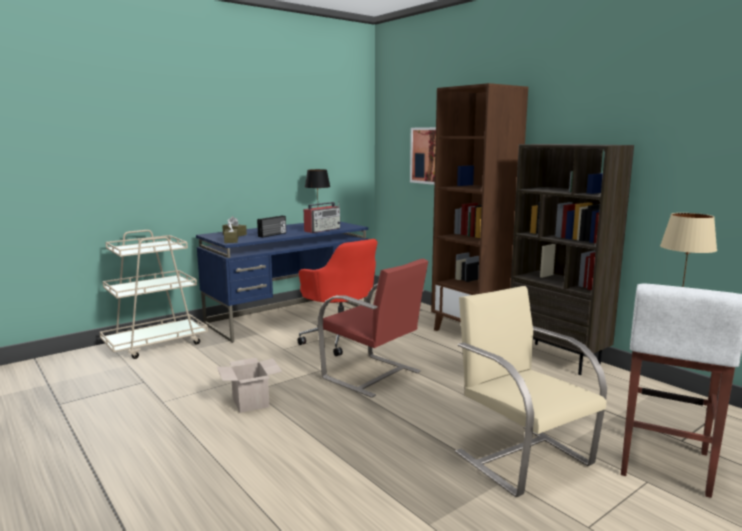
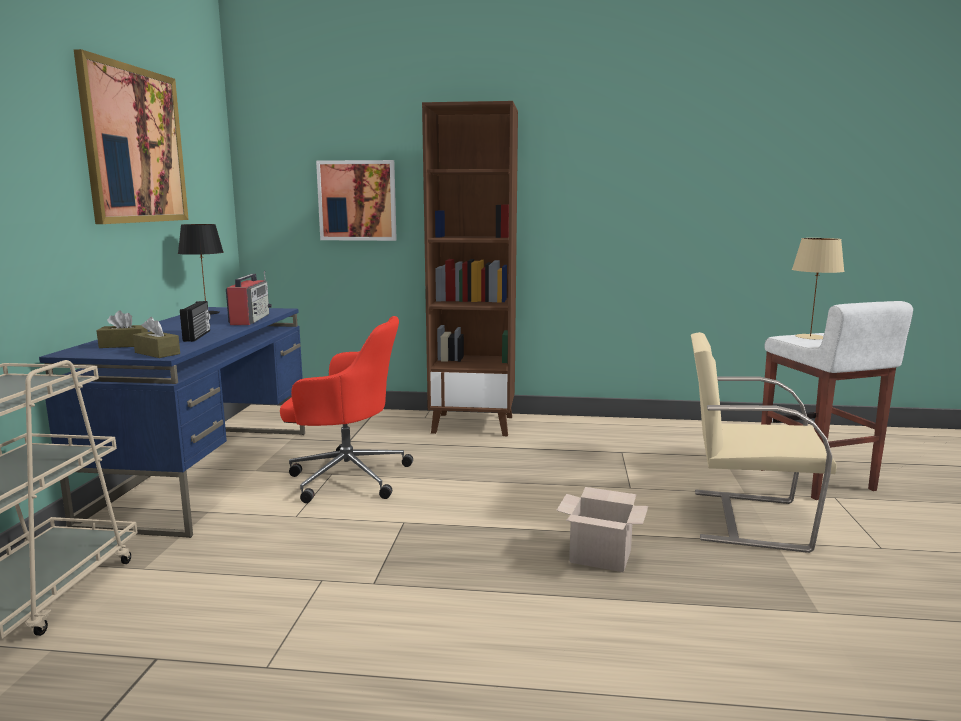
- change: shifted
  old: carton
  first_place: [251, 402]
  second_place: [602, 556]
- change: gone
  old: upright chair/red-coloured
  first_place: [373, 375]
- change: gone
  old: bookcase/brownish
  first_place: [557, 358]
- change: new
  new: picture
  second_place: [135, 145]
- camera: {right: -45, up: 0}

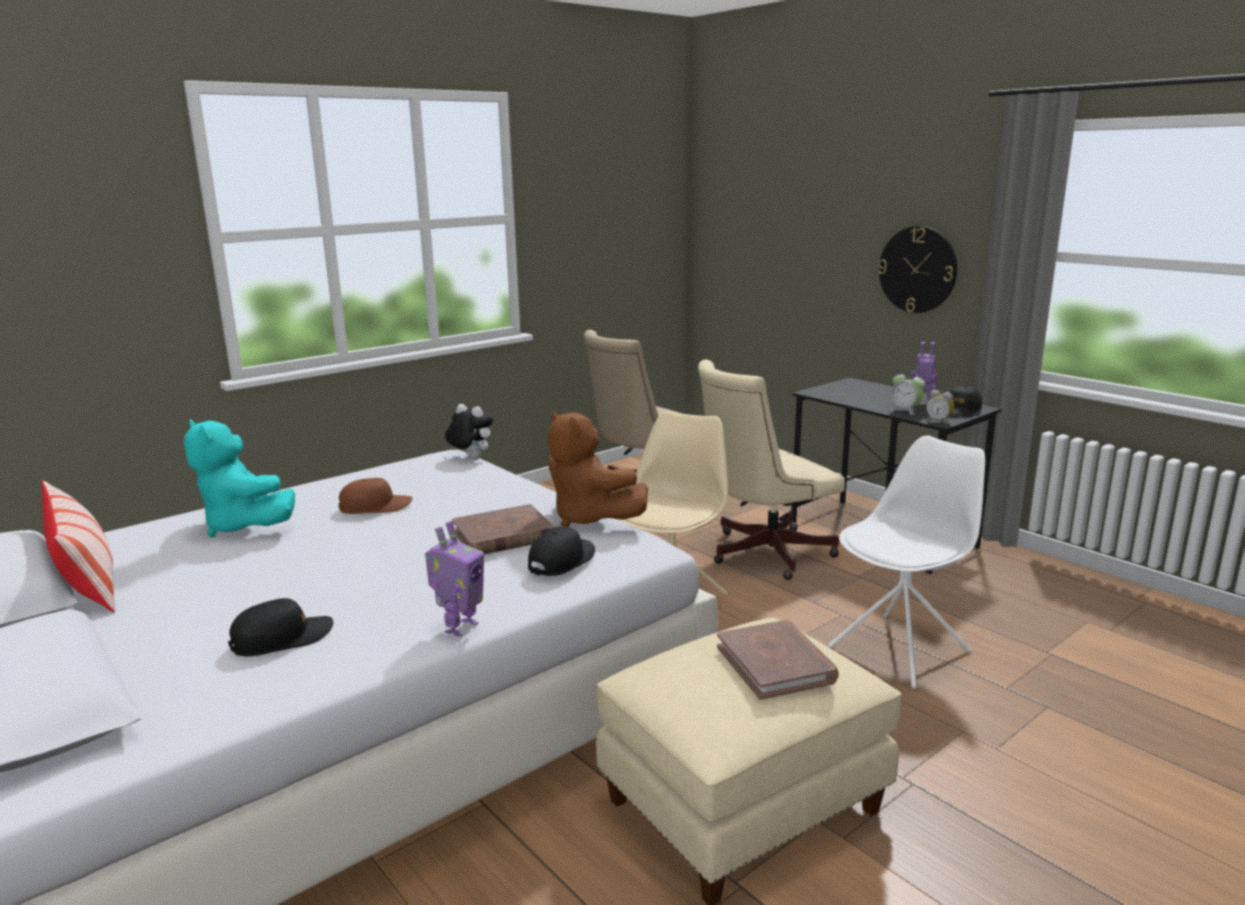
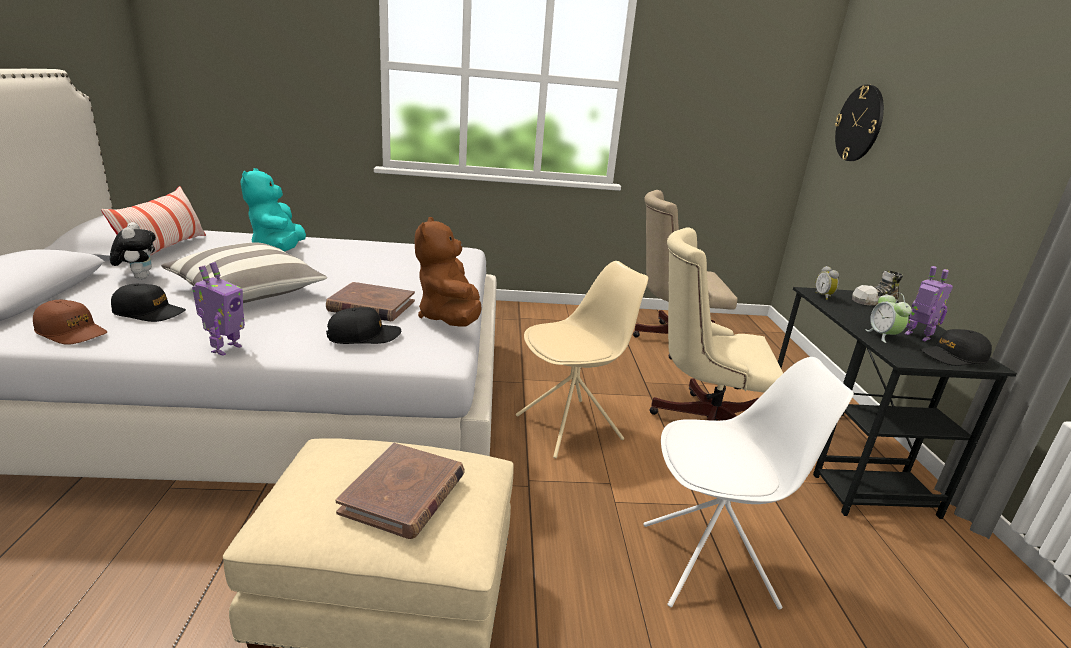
- change: shifted
  old: cap/brownish
  first_place: [375, 506]
  second_place: [72, 332]
- change: rotated
  old: robot figure
  first_place: [459, 627]
  second_place: [225, 348]
  degrees: -45
- change: shifted
  old: soft toy
  first_place: [470, 457]
  second_place: [139, 277]
- change: shifted
  old: clock on the wall
  first_place: [917, 269]
  second_place: [859, 123]
- change: shifted
  old: table clock
  first_place: [939, 421]
  second_place: [824, 296]
- change: new
  new: pillow
  second_place: [247, 292]
- change: new
  new: item of footwear
  second_place: [874, 301]
- camera: {right: 35, up: 5}

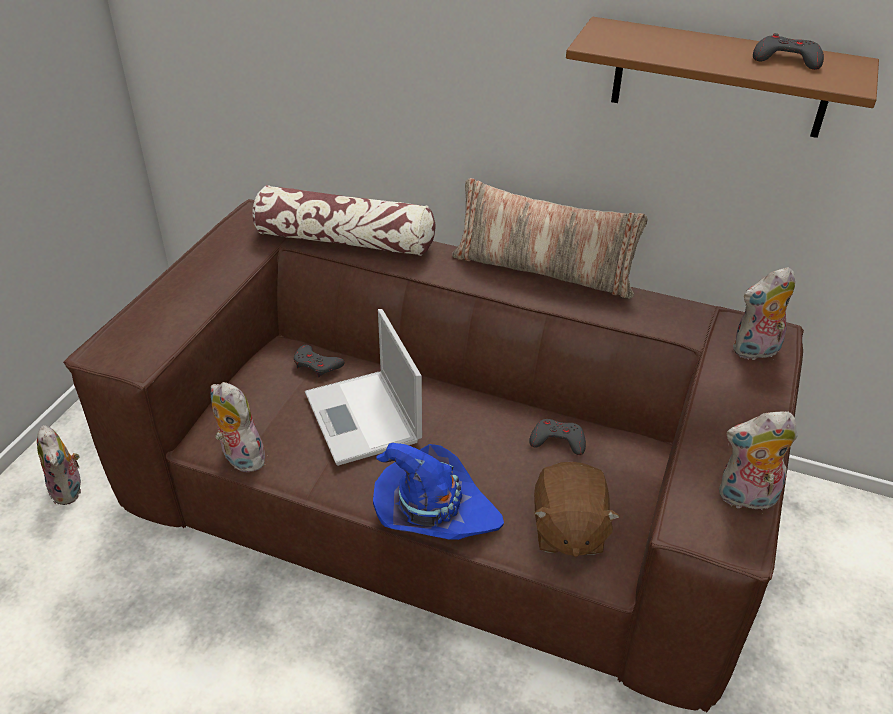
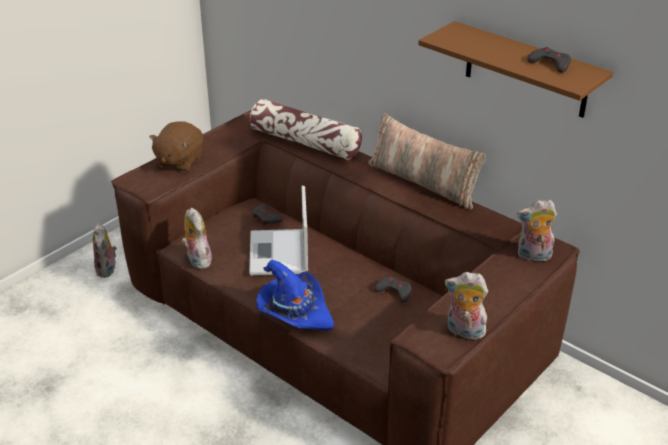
- change: shifted
  old: soft toy/brownish
  first_place: [568, 530]
  second_place: [179, 161]
- camera: {right: 20, up: -5}

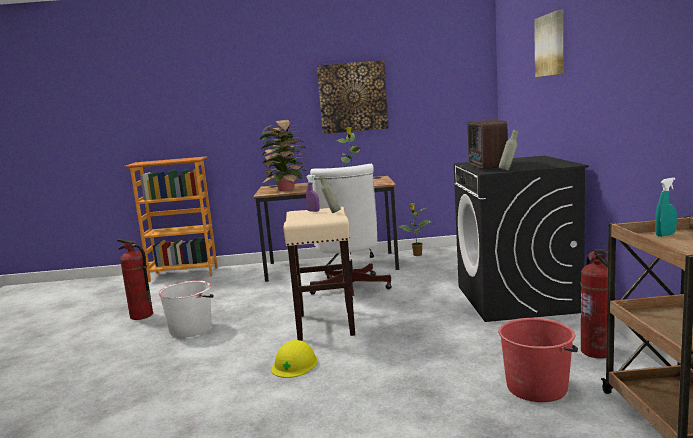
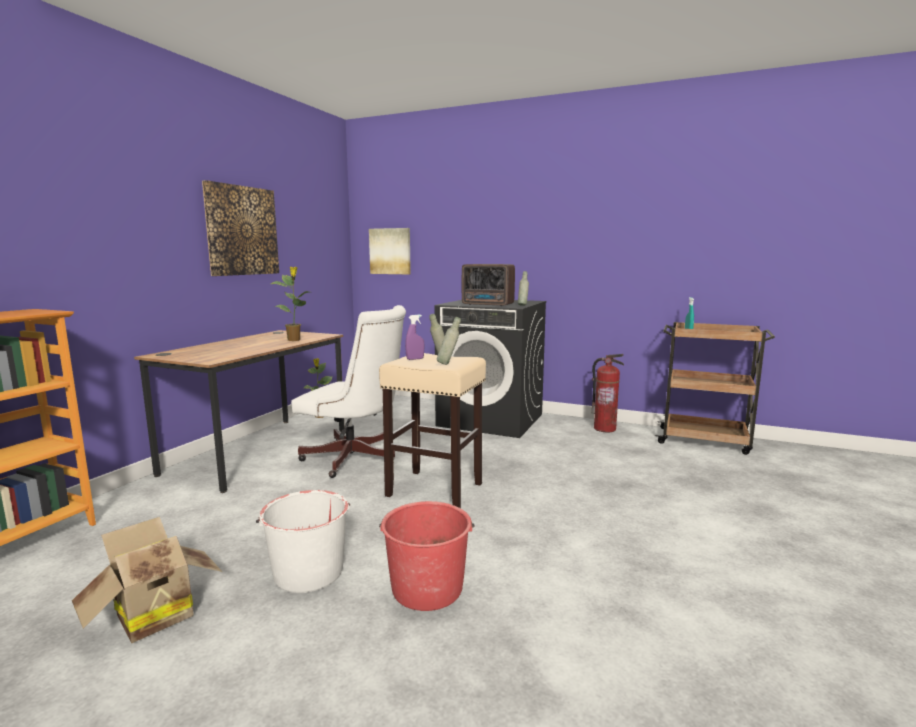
- change: swapped
  old: fire-fighting cylinder
  new: carton
  first_place: [141, 315]
  second_place: [151, 616]
- change: gone
  old: houseplant
  first_place: [287, 189]
- change: gone
  old: hard hat/yellow-coloured
  first_place: [294, 364]
- change: shifted
  old: pail/red-coloured
  first_place: [537, 387]
  second_place: [427, 588]
- change: shifted
  old: picture
  first_place: [550, 45]
  second_place: [390, 251]
- change: new
  new: beverage bottle/gray
  second_place: [448, 364]
- camera: {right: -65, up: 0}

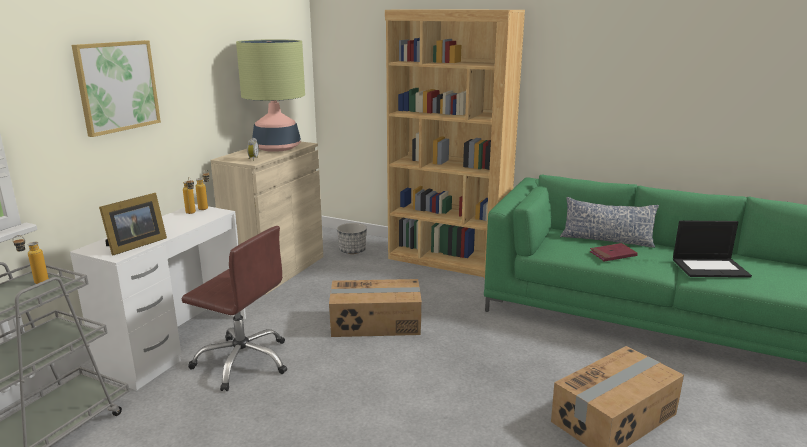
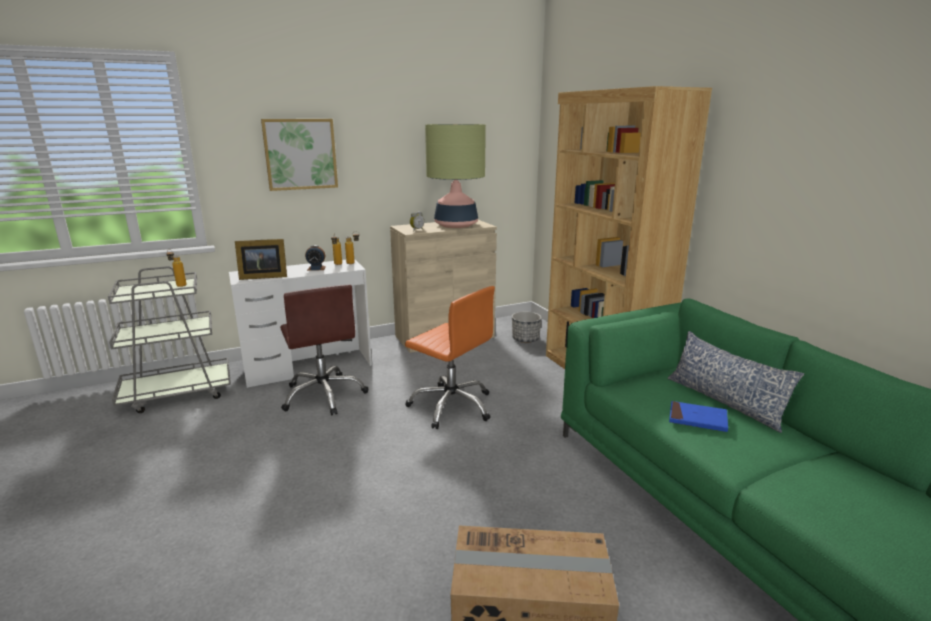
- change: swapped
  old: carton
  new: desk chair/orange
  first_place: [376, 323]
  second_place: [452, 406]
- change: repainted
  old: bound book/red-coloured
  new: bound book/bluish
  first_place: [613, 254]
  second_place: [697, 419]
- change: gone
  old: notebook computer
  first_place: [710, 267]
- change: new
  new: table clock
  second_place: [316, 268]
- camera: {right: 40, up: 0}

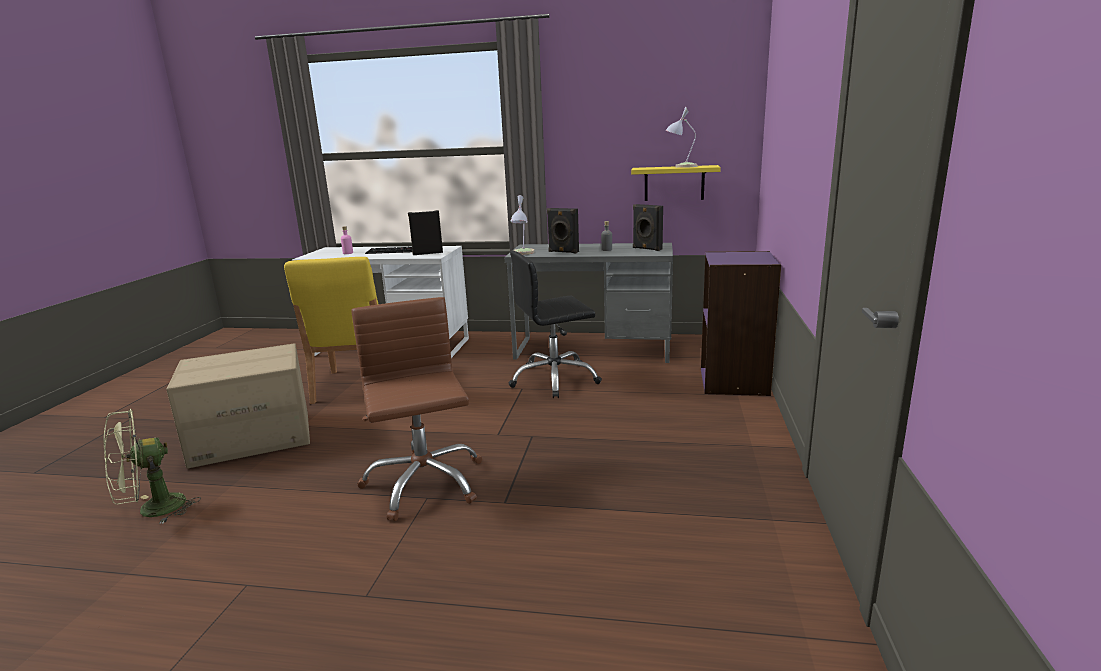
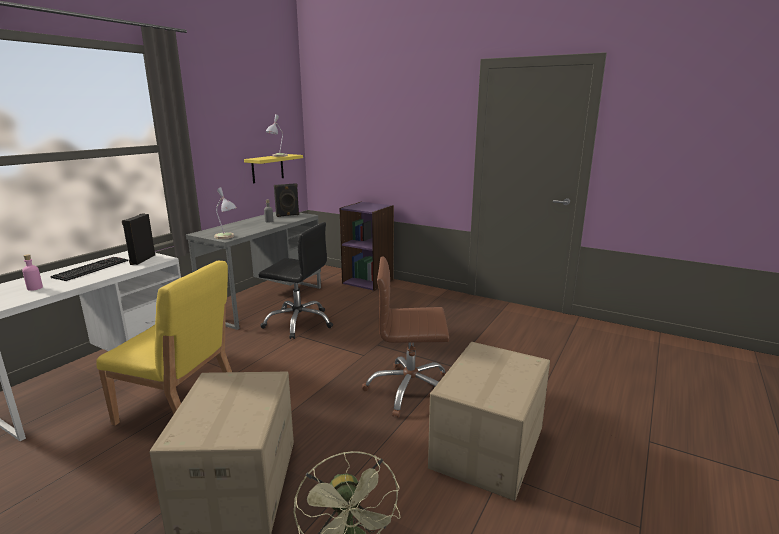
- change: rotated
  old: desk chair/black
  first_place: [554, 379]
  second_place: [299, 322]
  degrees: -75
- change: gone
  old: audio speaker/black
  first_place: [563, 252]
- change: new
  new: carton
  second_place: [488, 448]
- camera: {right: -70, up: 0}

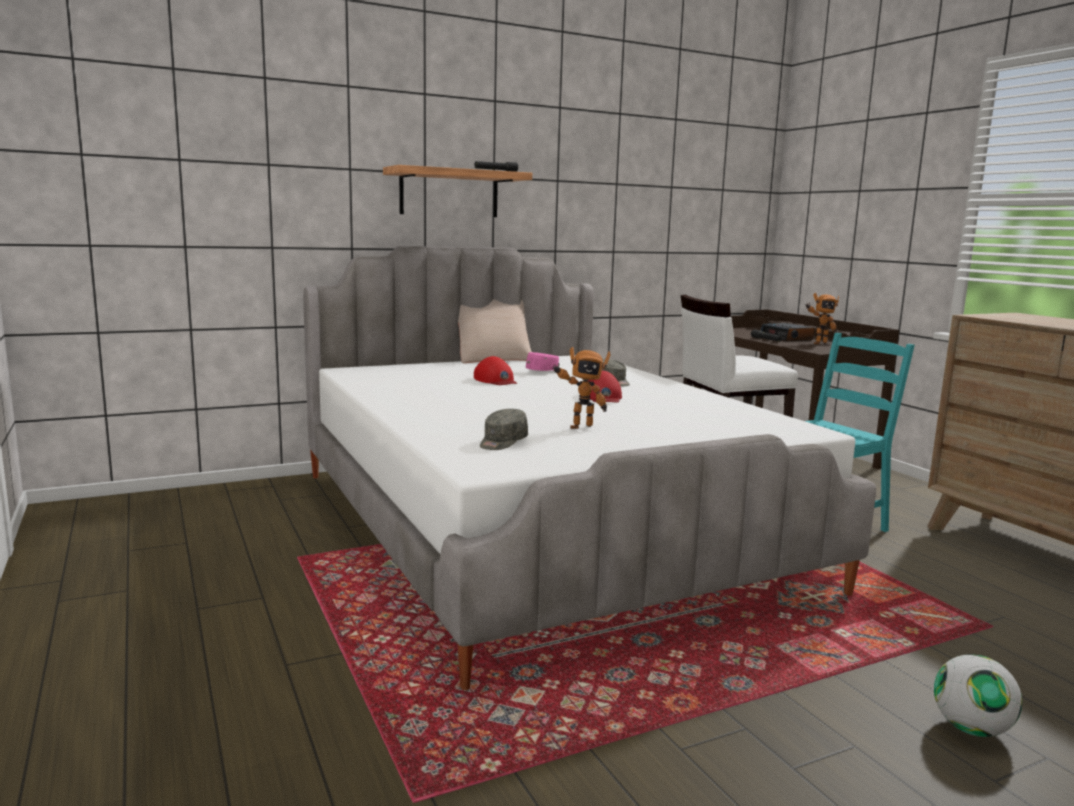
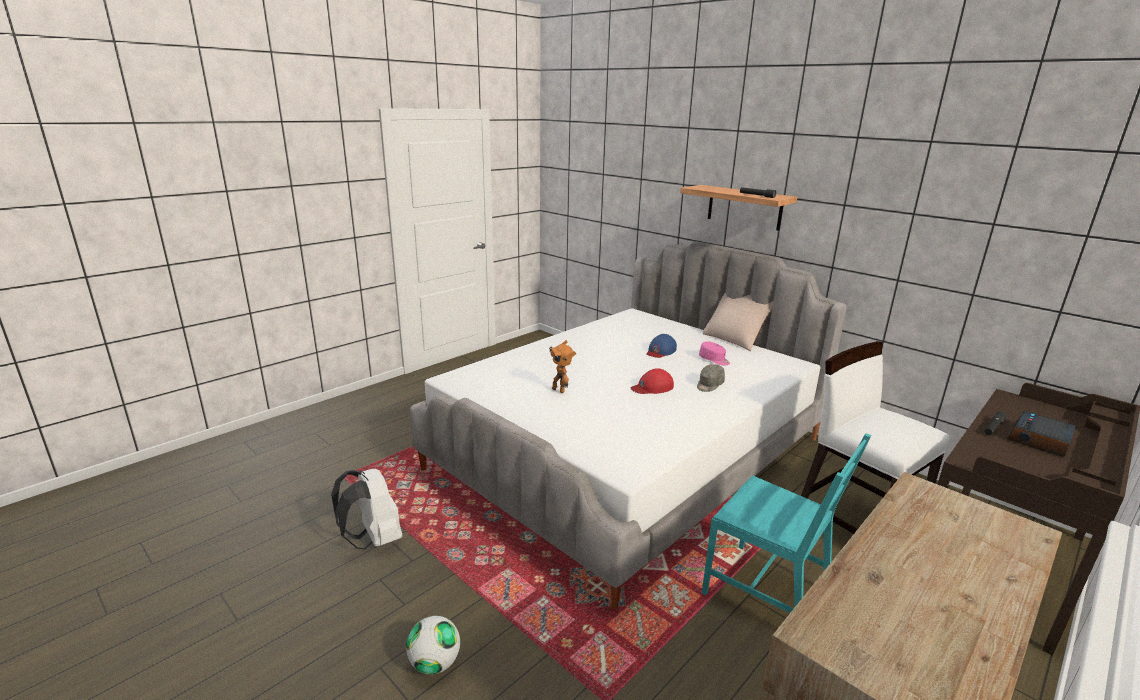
- change: repainted
  old: cap/red-coloured
  new: cap/bluish
  first_place: [496, 380]
  second_place: [660, 351]
- change: gone
  old: cap/gray
  first_place: [502, 442]
- change: gone
  old: robot figure
  first_place: [818, 343]
- change: new
  new: rucksack/white
  second_place: [374, 539]
- camera: {right: 70, up: 10}

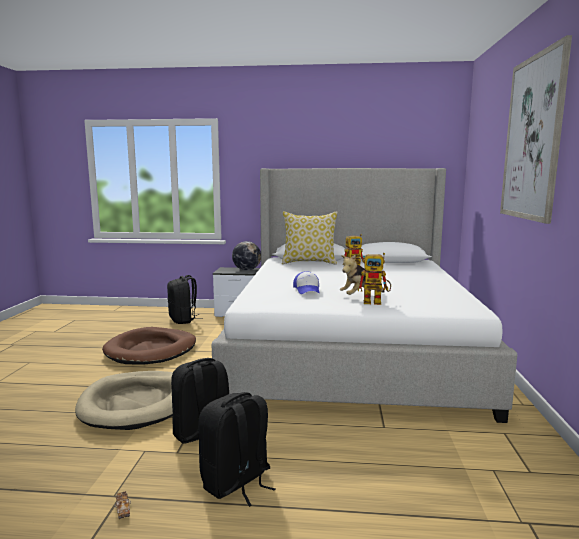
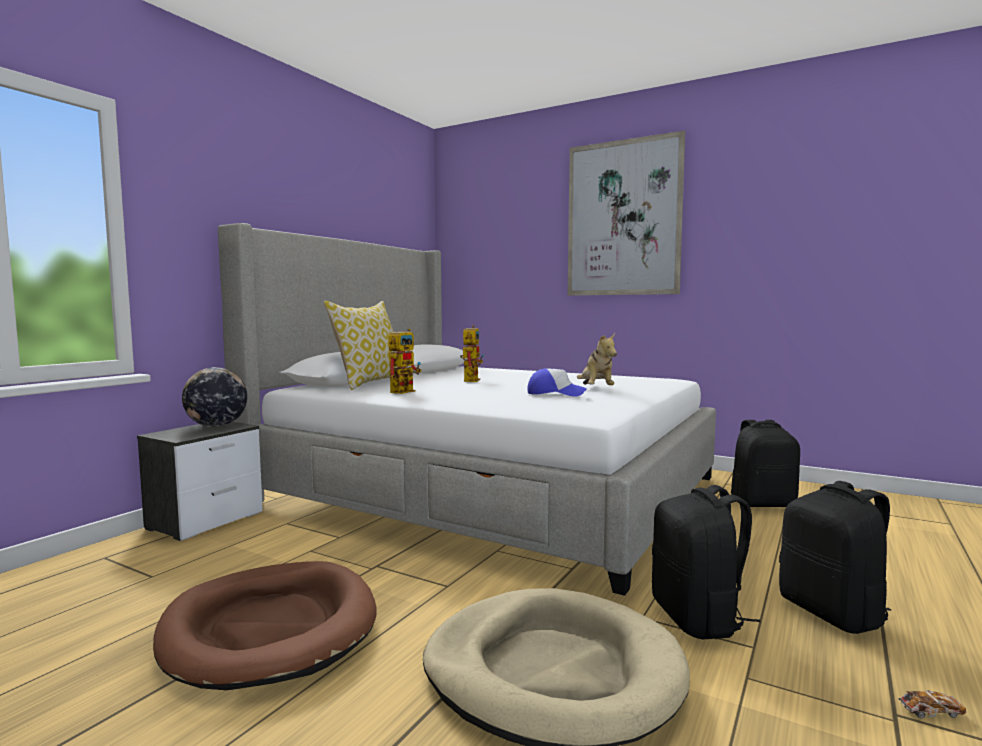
- change: shifted
  old: rucksack/black
  first_place: [183, 320]
  second_place: [763, 503]
- change: shifted
  old: robot figure
  first_place: [376, 302]
  second_place: [404, 391]
- camera: {right: -65, up: -5}

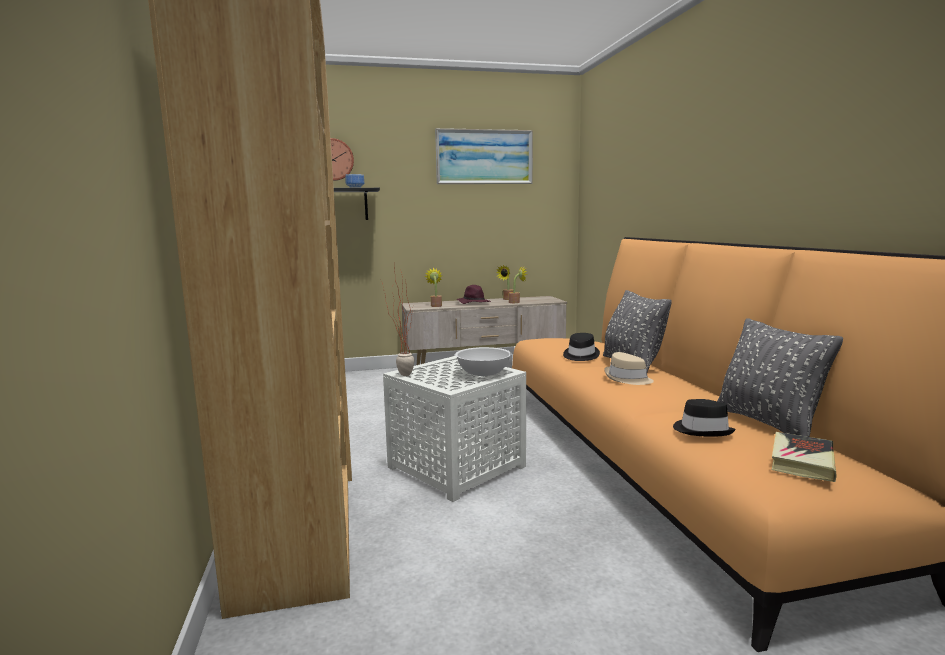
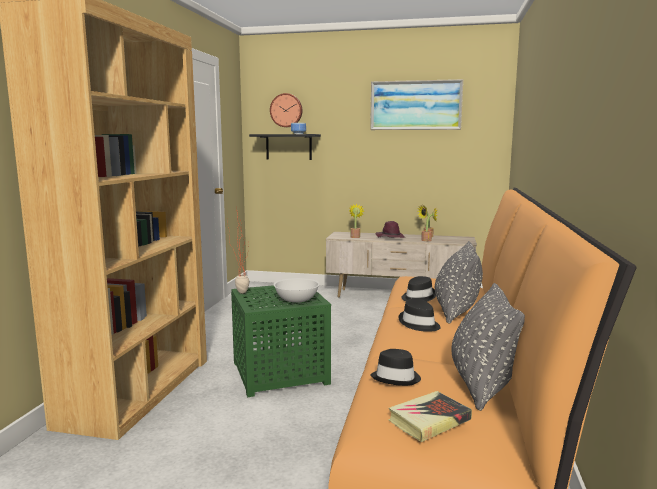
- change: repainted
  old: side table/white
  new: side table/green-coloured
  first_place: [456, 468]
  second_place: [279, 373]
- change: repainted
  old: hat/beige-coloured
  new: hat/black
  first_place: [627, 379]
  second_place: [419, 324]
- camera: {right: 25, up: 0}

